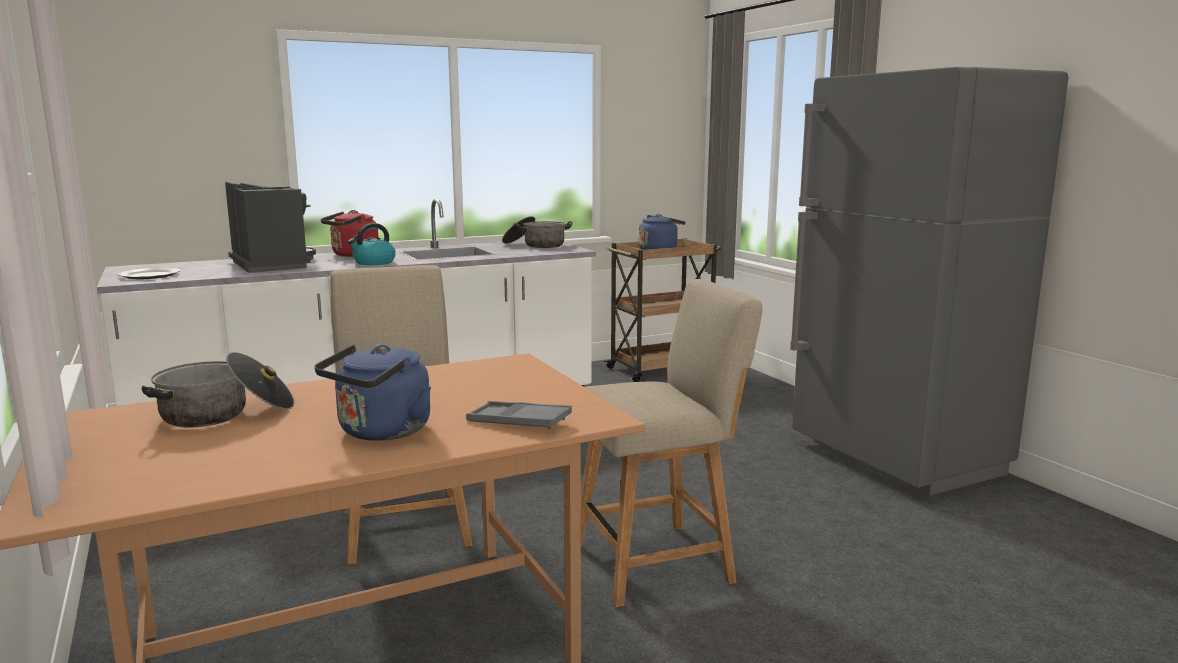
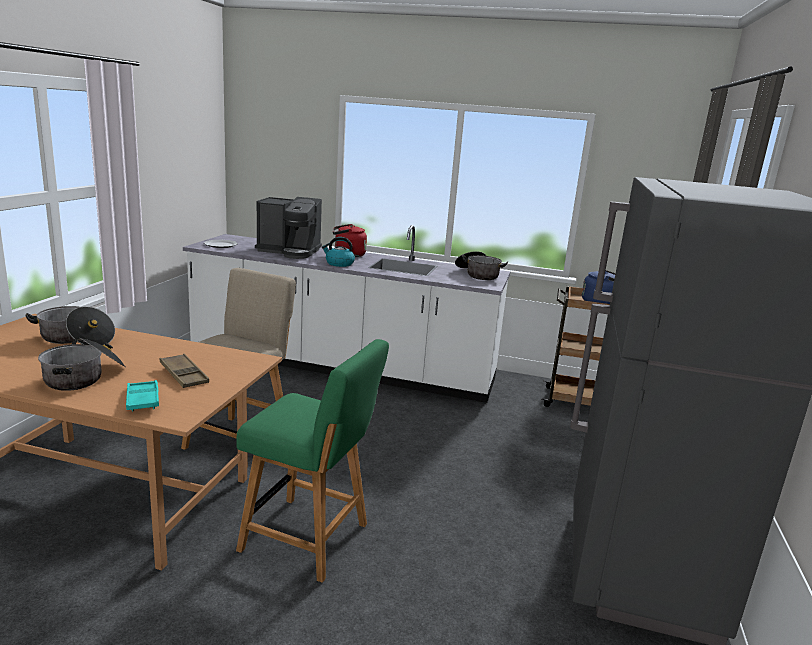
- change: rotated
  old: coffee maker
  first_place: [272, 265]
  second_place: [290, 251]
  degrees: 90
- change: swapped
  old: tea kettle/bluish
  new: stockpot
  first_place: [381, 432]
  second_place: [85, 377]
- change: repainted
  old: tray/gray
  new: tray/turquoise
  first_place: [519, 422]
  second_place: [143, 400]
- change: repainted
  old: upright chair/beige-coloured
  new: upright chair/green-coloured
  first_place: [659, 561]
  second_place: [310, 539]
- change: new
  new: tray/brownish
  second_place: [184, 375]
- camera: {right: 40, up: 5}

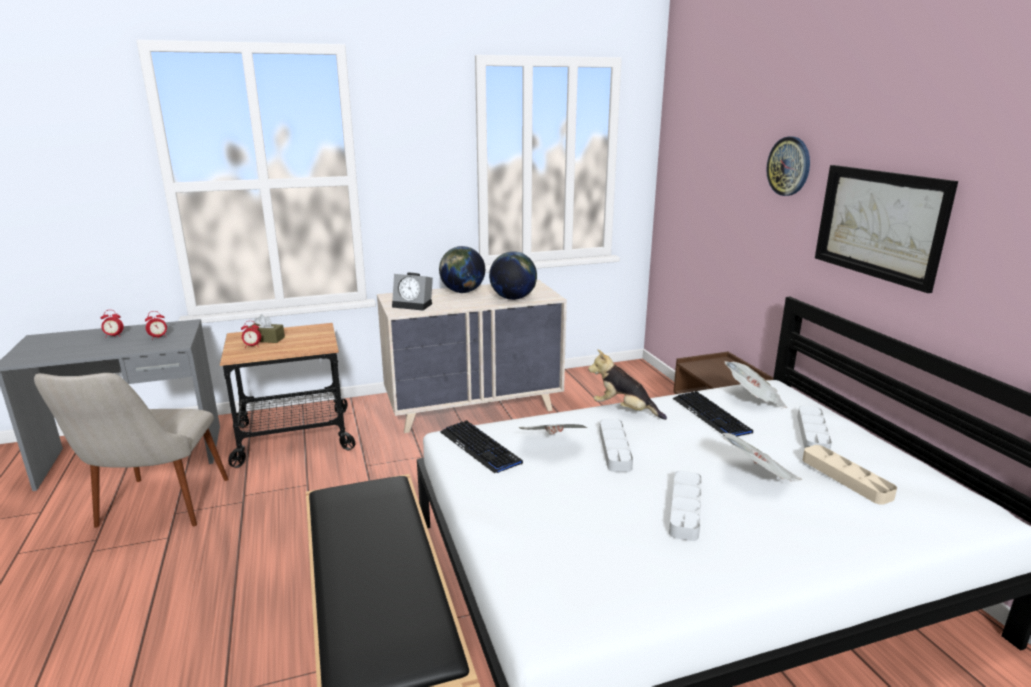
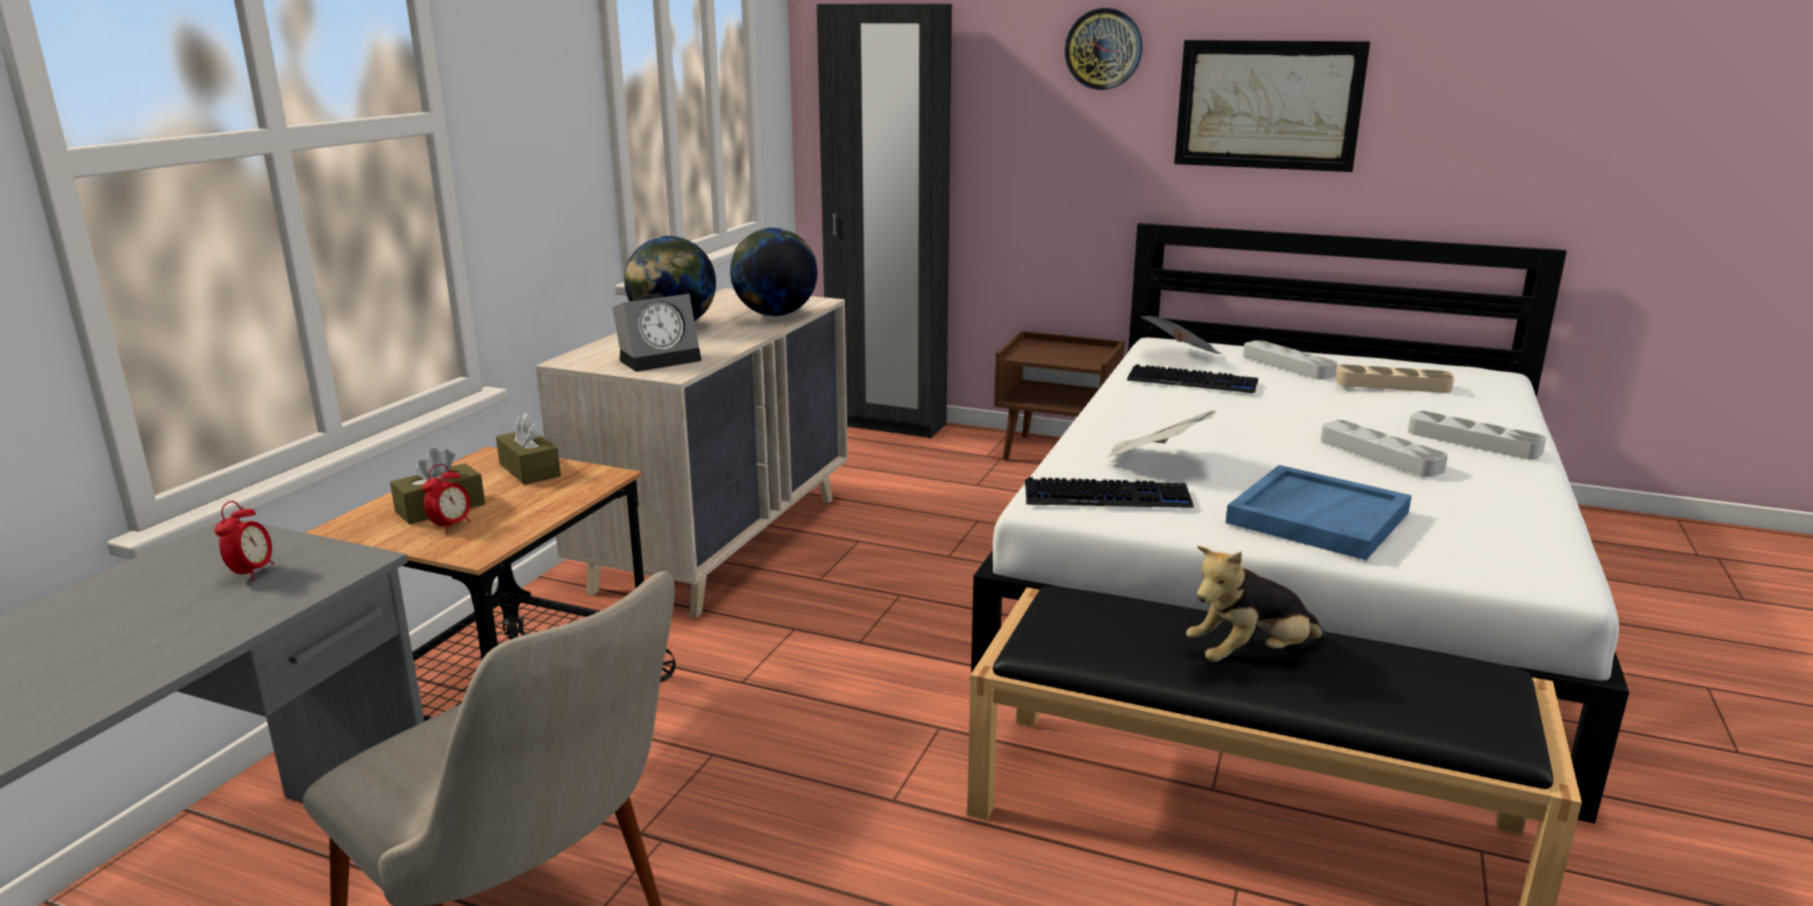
- change: gone
  old: table clock
  first_place: [114, 336]
- change: shifted
  old: soft toy
  first_place: [624, 410]
  second_place: [1250, 656]
- change: shifted
  old: tray/gray
  first_place: [615, 449]
  second_place: [1473, 442]
- change: gone
  old: newspaper
  first_place: [759, 476]
- change: new
  new: tissue holder/brownish
  second_place: [529, 470]
- change: new
  new: wardrobe/black
  second_place: [886, 424]
- change: new
  new: tray/bluish
  second_place: [1317, 517]
- camera: {right: -50, up: 0}

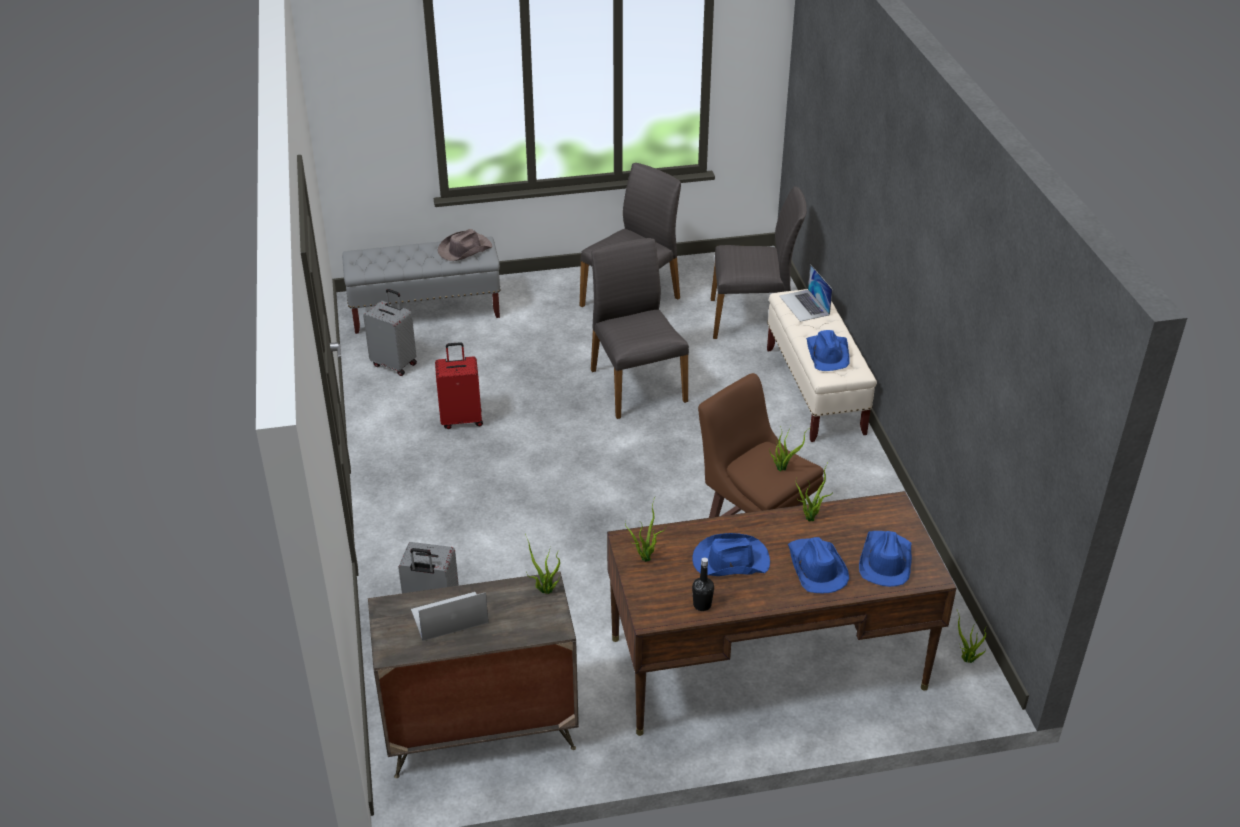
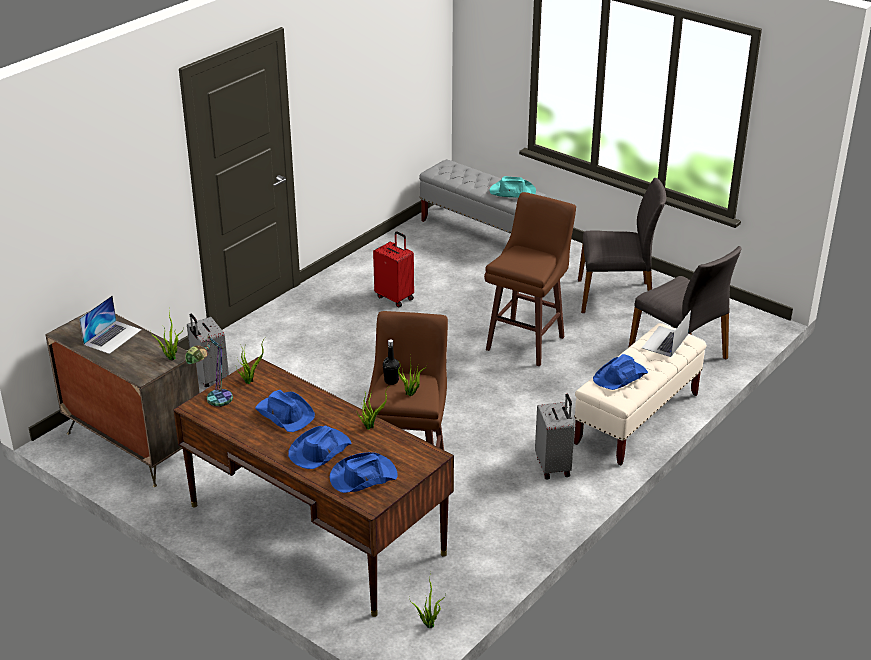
- change: shifted
  old: piece of luggage/gray
  first_place: [395, 364]
  second_place: [554, 466]
- change: rotated
  old: notebook computer
  first_place: [449, 616]
  second_place: [112, 337]
  degrees: 90
- change: repainted
  old: hat/brownish
  new: hat/turquoise
  first_place: [464, 249]
  second_place: [512, 192]
- change: swapped
  old: upright chair/gray
  new: sitting stool/brownish
  first_place: [636, 385]
  second_place: [527, 342]
- change: shifted
  old: beverage bottle/black
  first_place: [702, 605]
  second_place: [391, 381]
- change: new
  new: lamp for a table
  second_place: [214, 403]
- camera: {right: 50, up: -5}

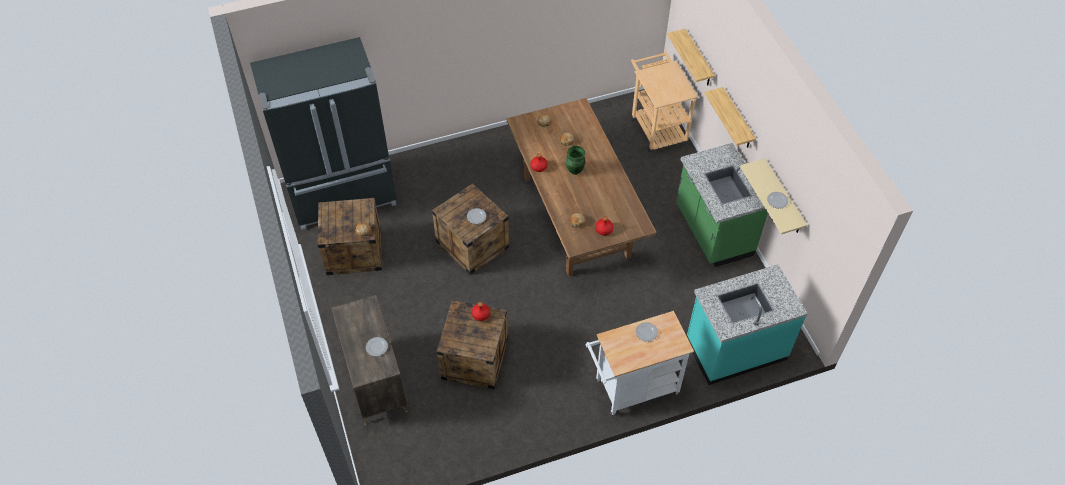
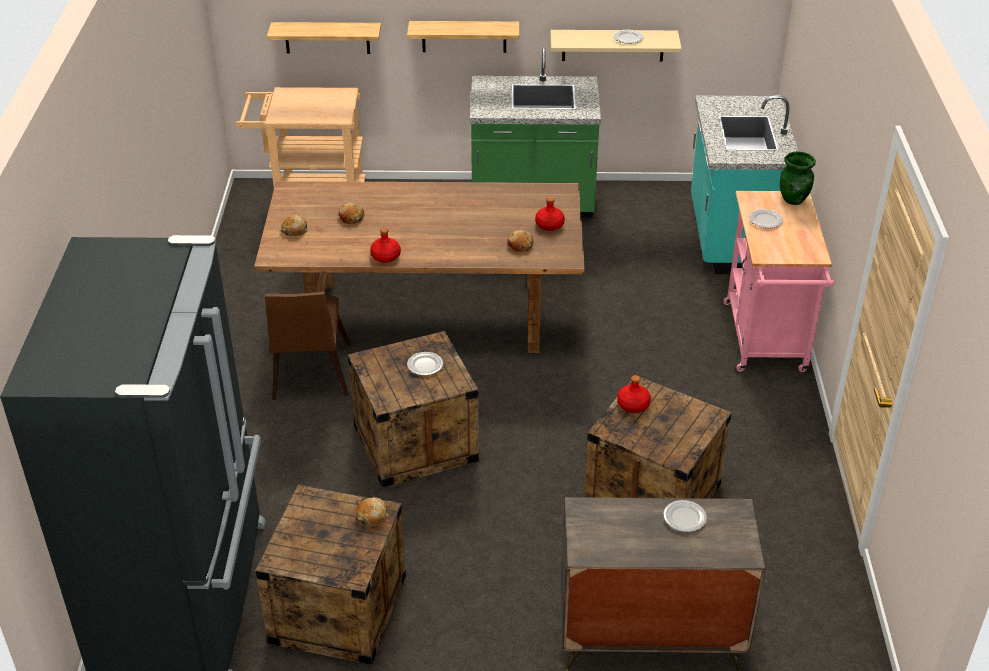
- change: shifted
  old: decorative vase/green-coloured
  first_place: [575, 170]
  second_place: [794, 199]
- change: repainted
  old: trolley/white
  new: trolley/pinkish
  first_place: [632, 389]
  second_place: [766, 342]
- change: new
  new: upright chair/brownish
  second_place: [310, 376]
- camera: {right: -70, up: -15}

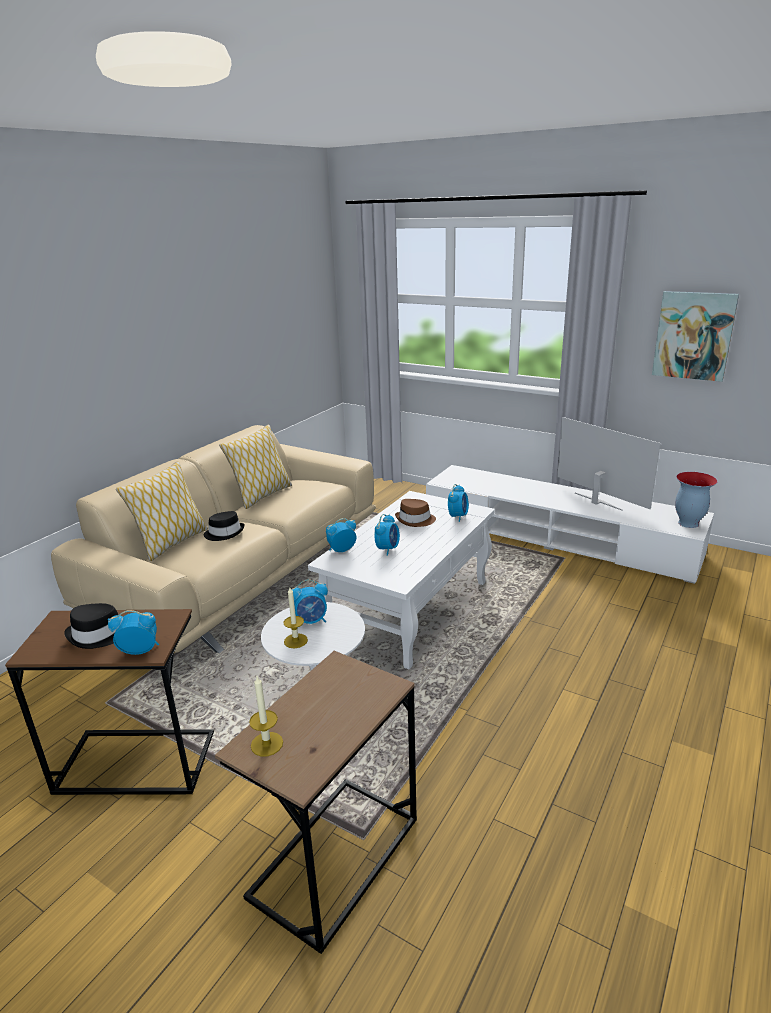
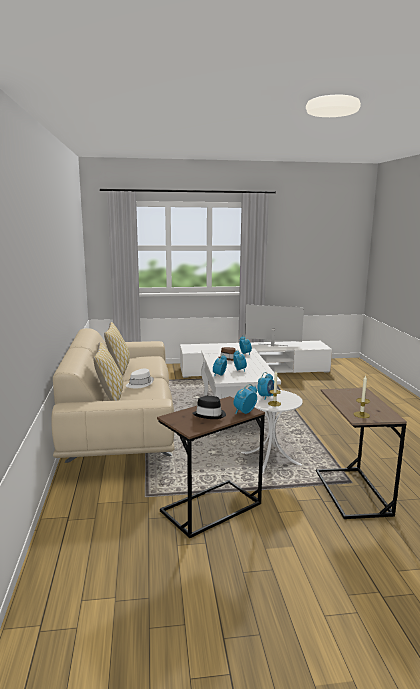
- change: repainted
  old: hat/black
  new: hat/white
  first_place: [224, 533]
  second_place: [139, 384]
- change: gone
  old: picture
  first_place: [693, 335]
- change: gone
  old: decorative vase
  first_place: [687, 523]
- camera: {right: -40, up: -10}

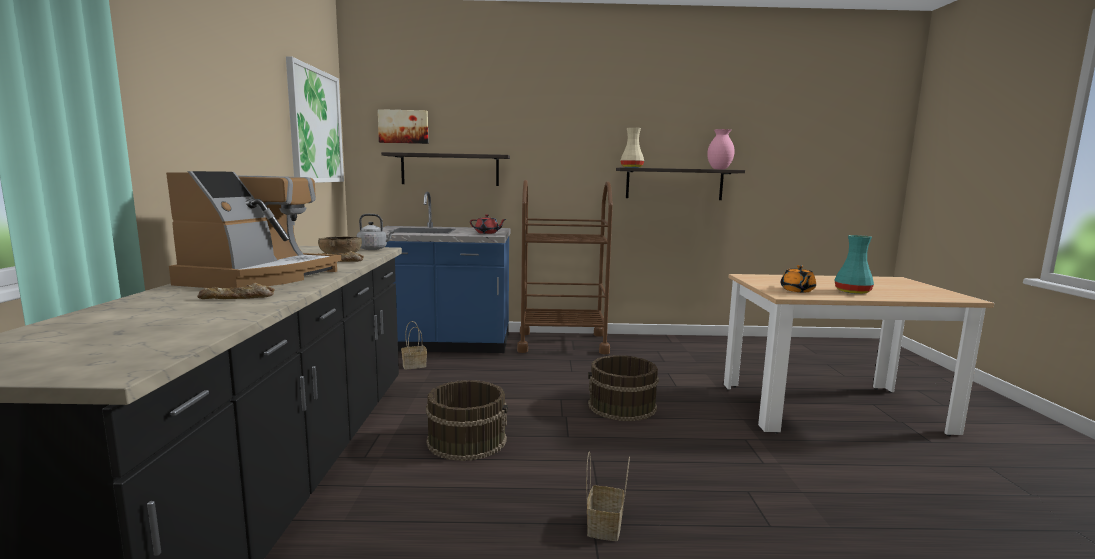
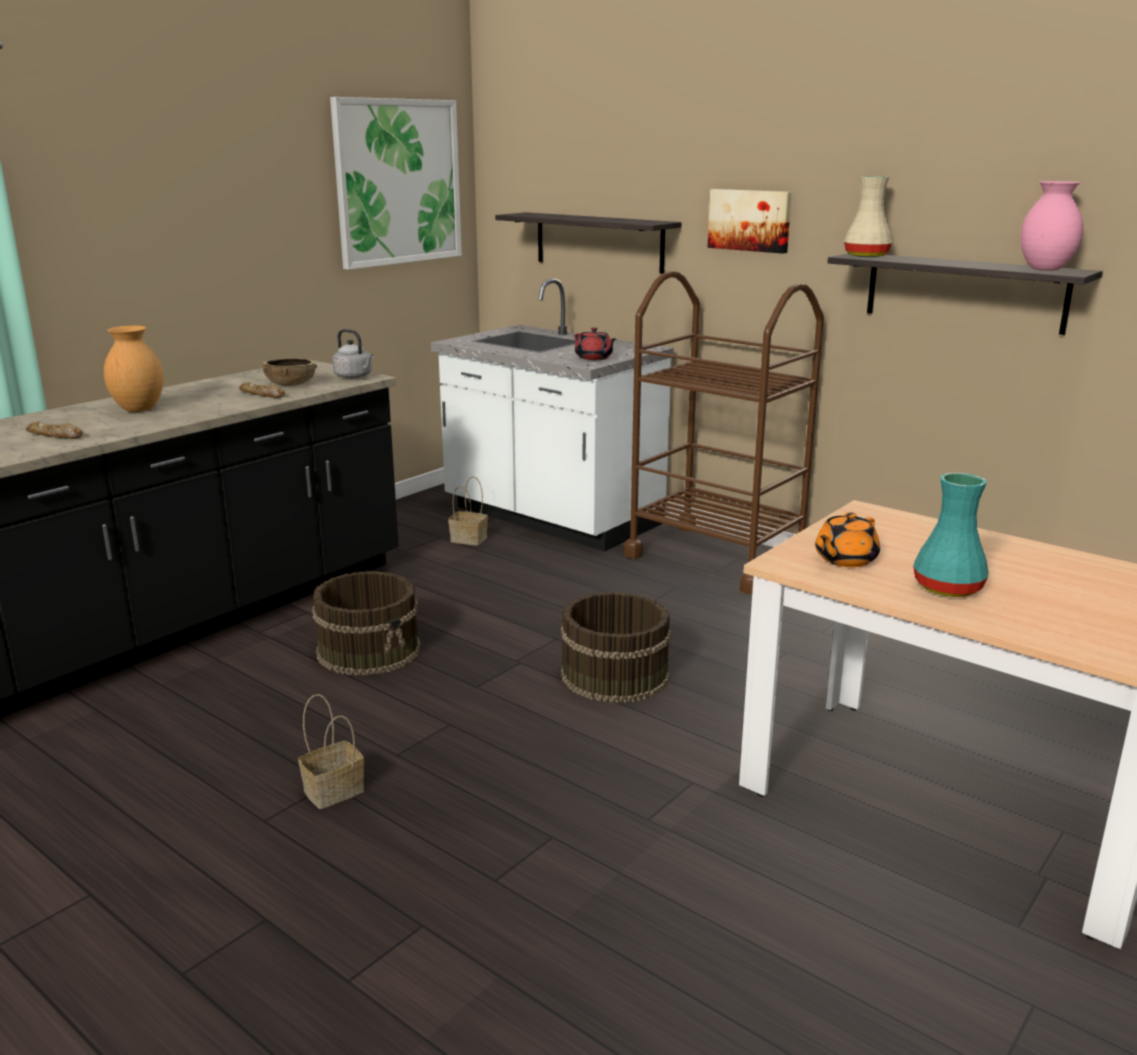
- change: swapped
  old: coffee maker
  new: decorative vase/brownish
  first_place: [261, 277]
  second_place: [139, 409]
- change: shifted
  old: picture
  first_place: [403, 126]
  second_place: [750, 220]
- change: repainted
  old: counter/bluish
  new: counter/white
  first_place: [443, 344]
  second_place: [551, 517]
- camera: {right: 40, up: 10}

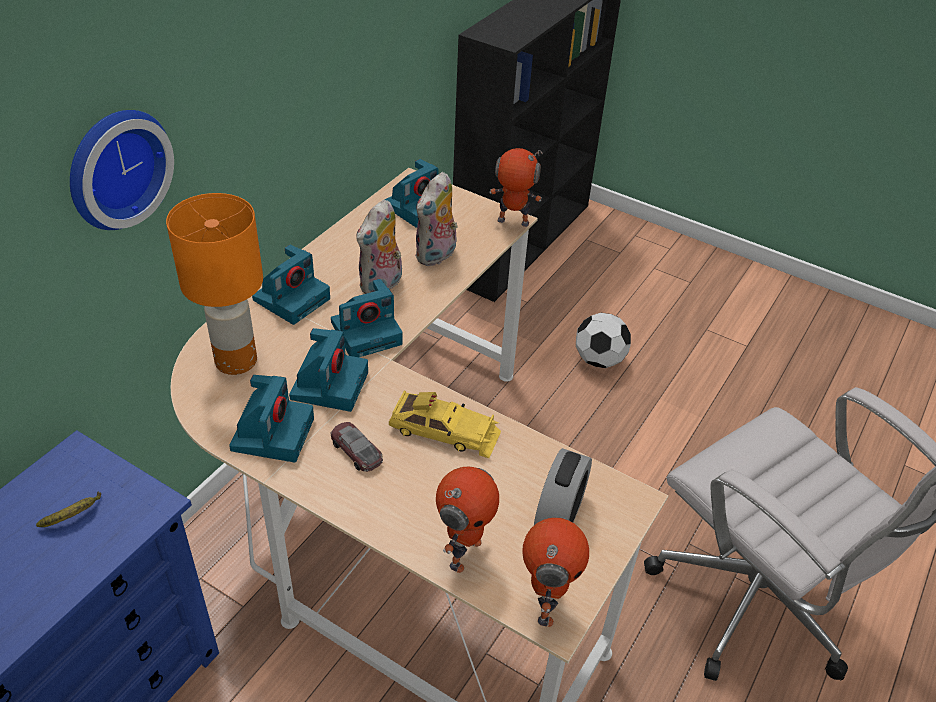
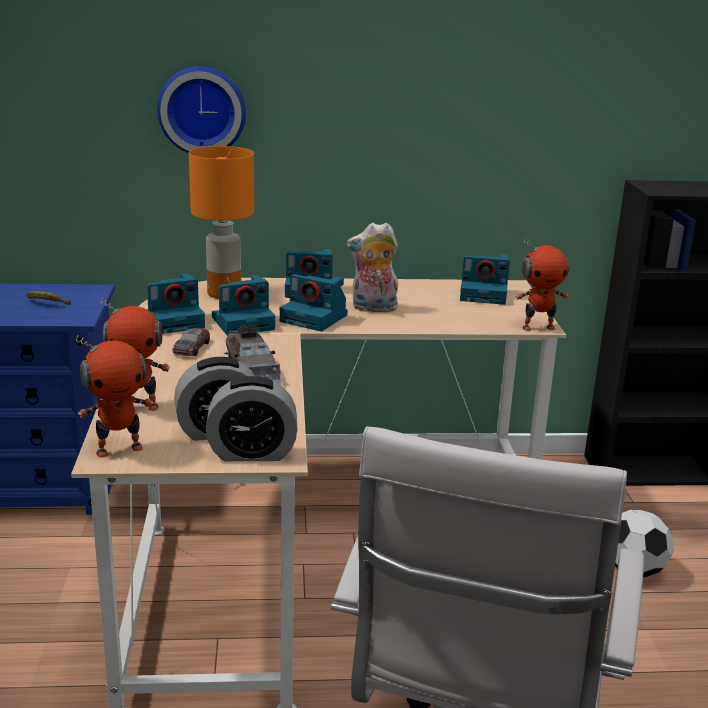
- change: repainted
  old: model car/yellow-coloured
  new: model car/gray
  first_place: [444, 431]
  second_place: [252, 368]
- change: gone
  old: soft toy
  first_place: [436, 256]
- change: rotated
  old: robot figure
  first_place: [512, 222]
  second_place: [538, 327]
  degrees: 105
- change: new
  new: table clock
  second_place: [252, 453]
- camera: {right: 55, up: -20}

